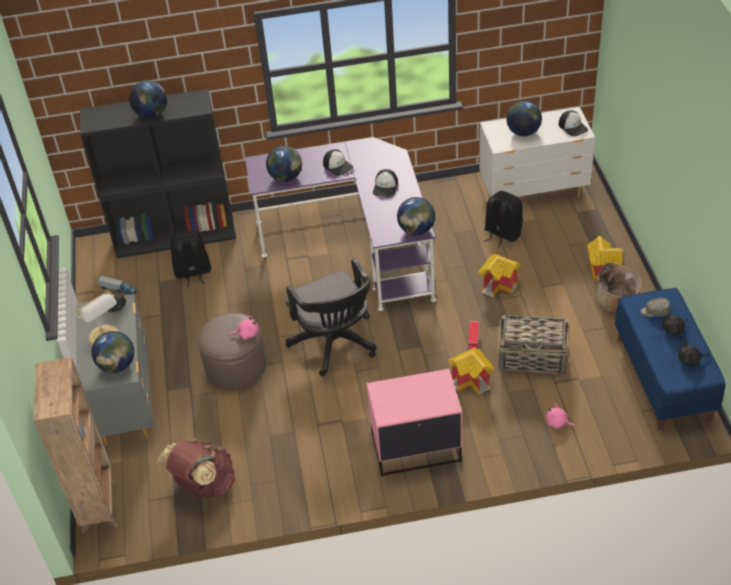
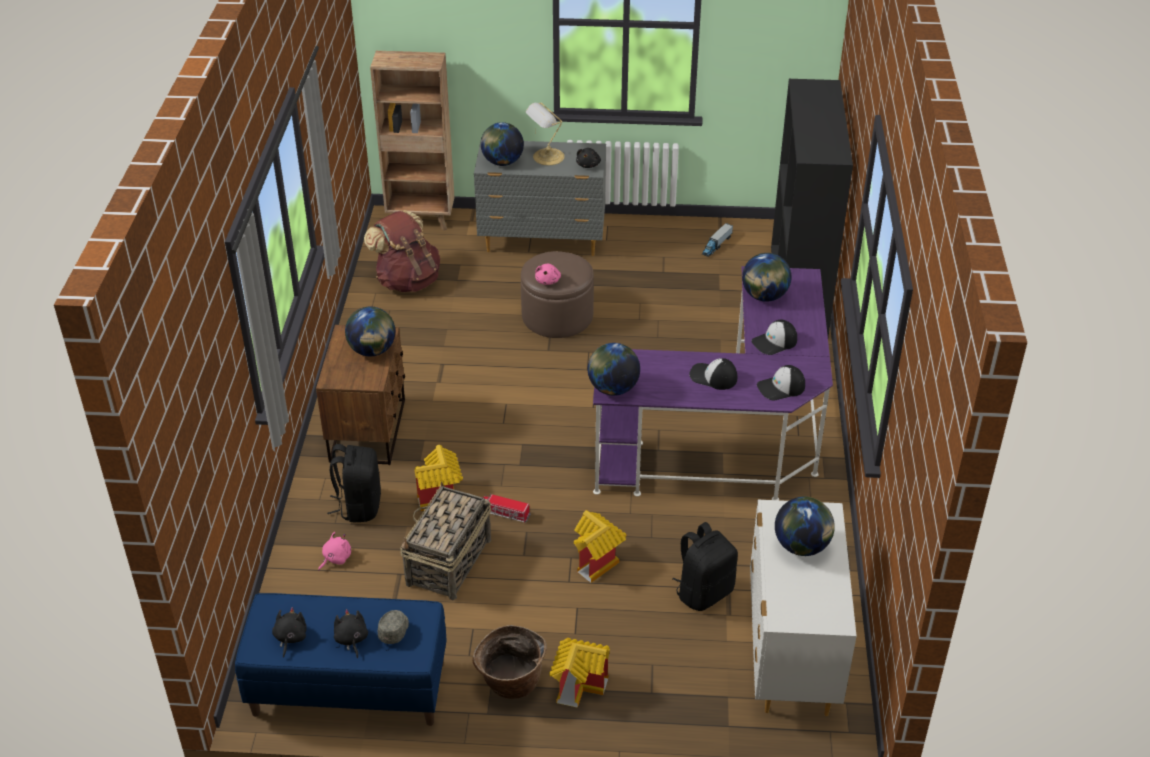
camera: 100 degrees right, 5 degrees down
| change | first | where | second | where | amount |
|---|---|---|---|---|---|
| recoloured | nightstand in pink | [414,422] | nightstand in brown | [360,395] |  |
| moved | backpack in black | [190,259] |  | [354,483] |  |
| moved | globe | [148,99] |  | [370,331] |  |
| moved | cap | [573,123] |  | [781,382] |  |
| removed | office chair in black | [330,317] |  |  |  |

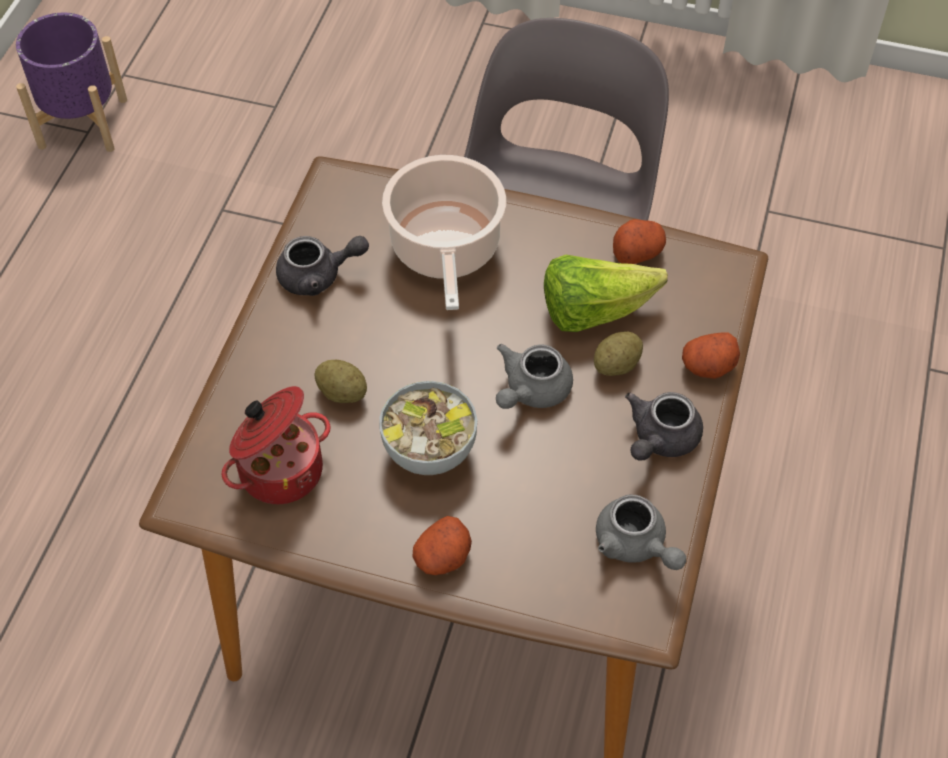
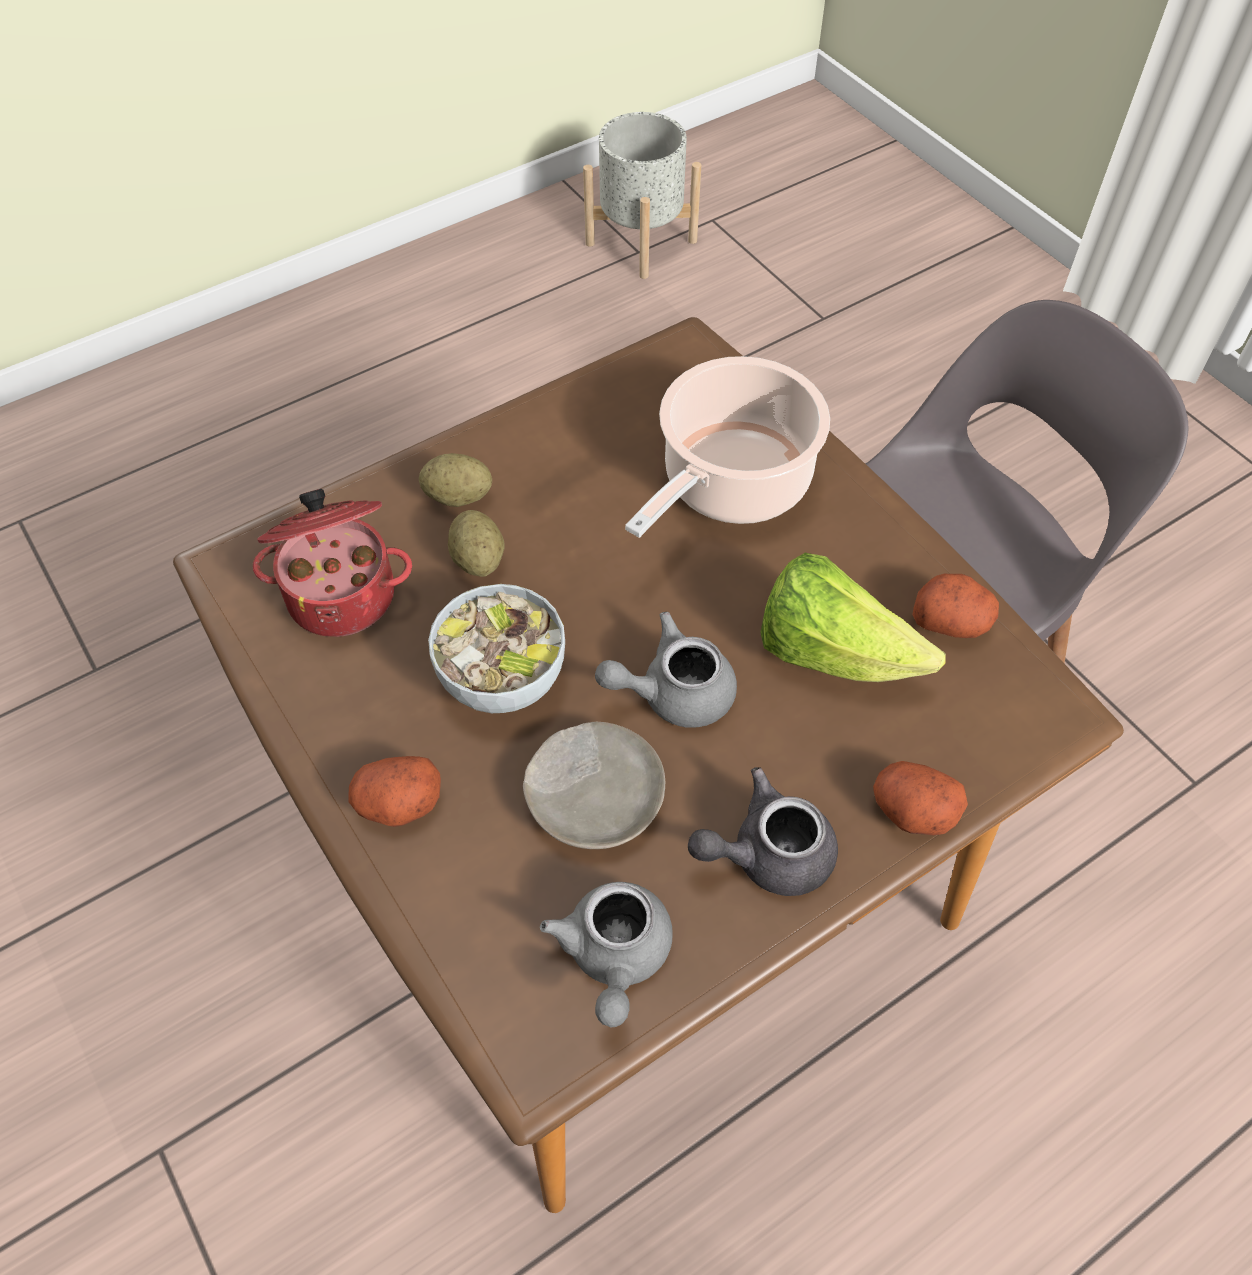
camera: 40 degrees right, 0 degrees up
| change | first | where | second | where | amount |
|---|---|---|---|---|---|
| moved | potato | [618,353] |  | [455,480] |  |
| added |  |  | plate in beige | [594,785] |  |
| recoloured | planter in purple | [71,82] | planter in grey | [642,195] |  |
| removed | teapot in grey | [322,266] |  |  |  |

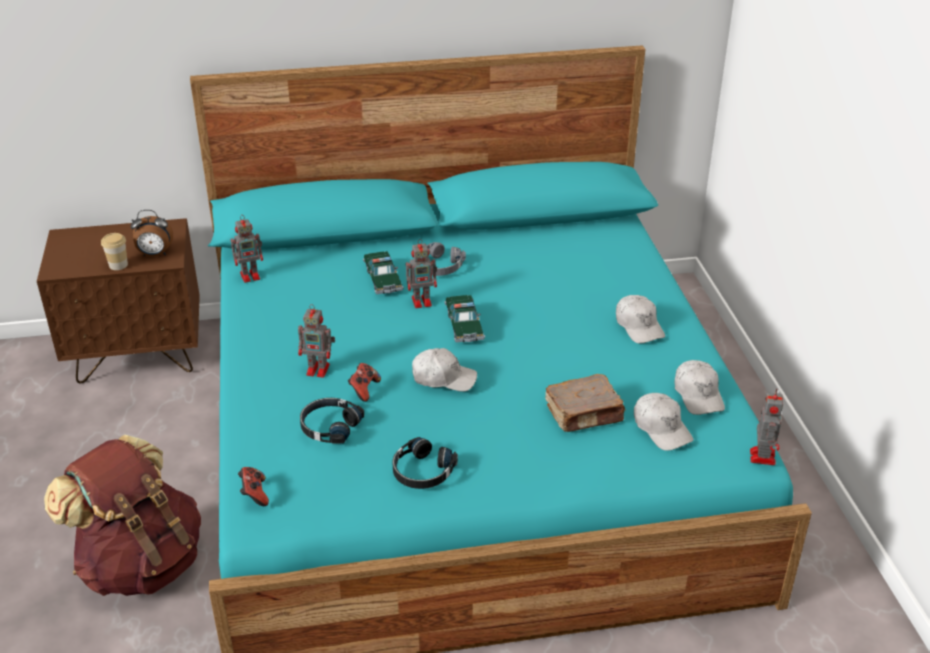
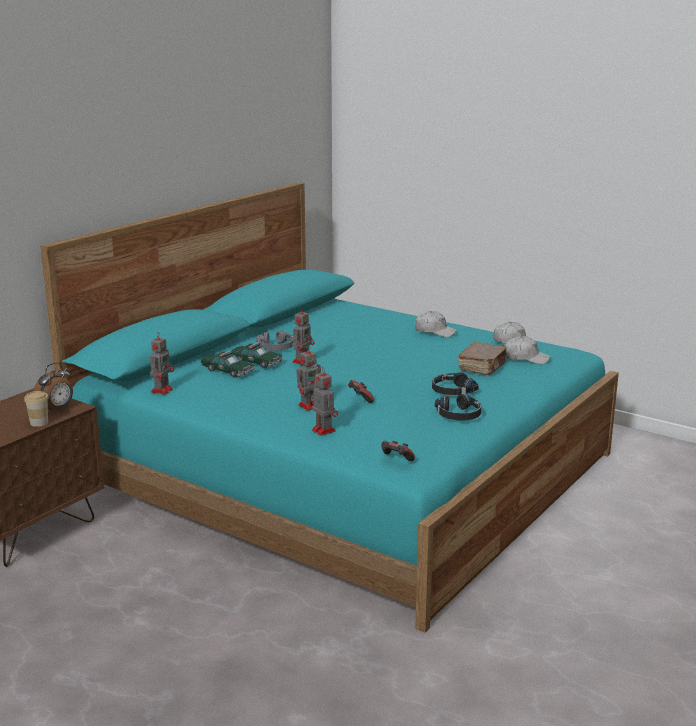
camera: 45 degrees left, 15 degrees down
| change | first | where | second | where | amount |
|---|---|---|---|---|---|
| moved | toy car | [464,318] |  | [227,364] |  |
| moved | toy robot | [766,427] |  | [324,401] |  |
| moved | headphones in black | [332,421] |  | [455,383] |  |
| removed | backpack in brown | [122,515] |  |  |  |
| removed | cap in white | [444,370] |  |  |  |

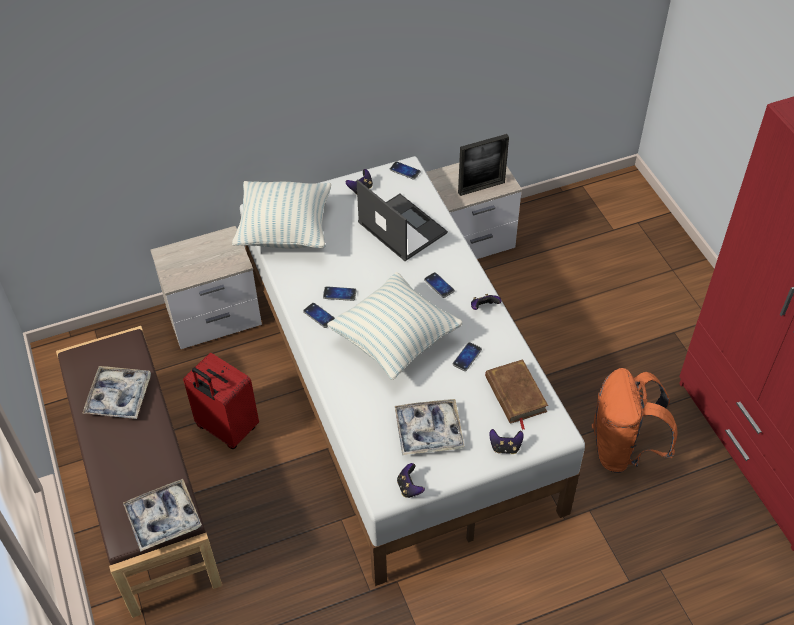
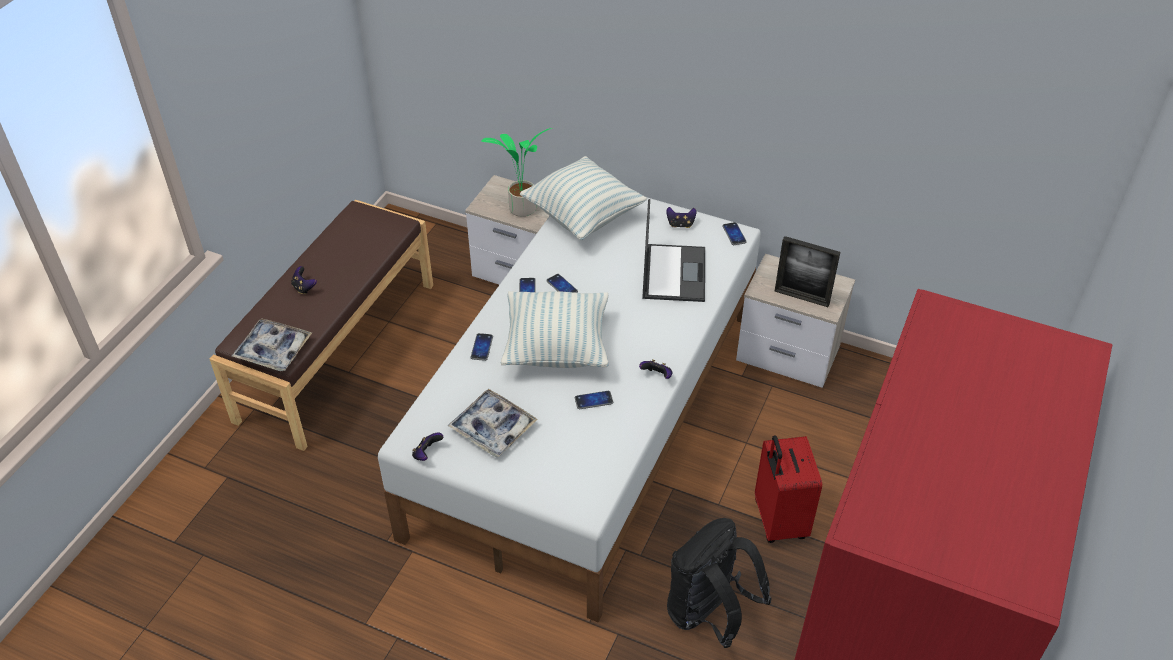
camera: 45 degrees right, 5 degrees down
| change | first | where | second | where | amount |
|---|---|---|---|---|---|
| moved | game controller | [506,441] |  | [304,280] |  |
| moved | phone | [439,285] |  | [482,347] |  |
| added |  |  | potted plant | [517,172] |  |
| recoloured | backpack in orange | [634,420] | backpack in black | [719,583] |  |
| moved | suitcase in red | [221,401] |  | [788,489] |  |
| removed | tray | [116,392] |  |  |  |
| removed | book in brown | [516,394] |  |  |  |

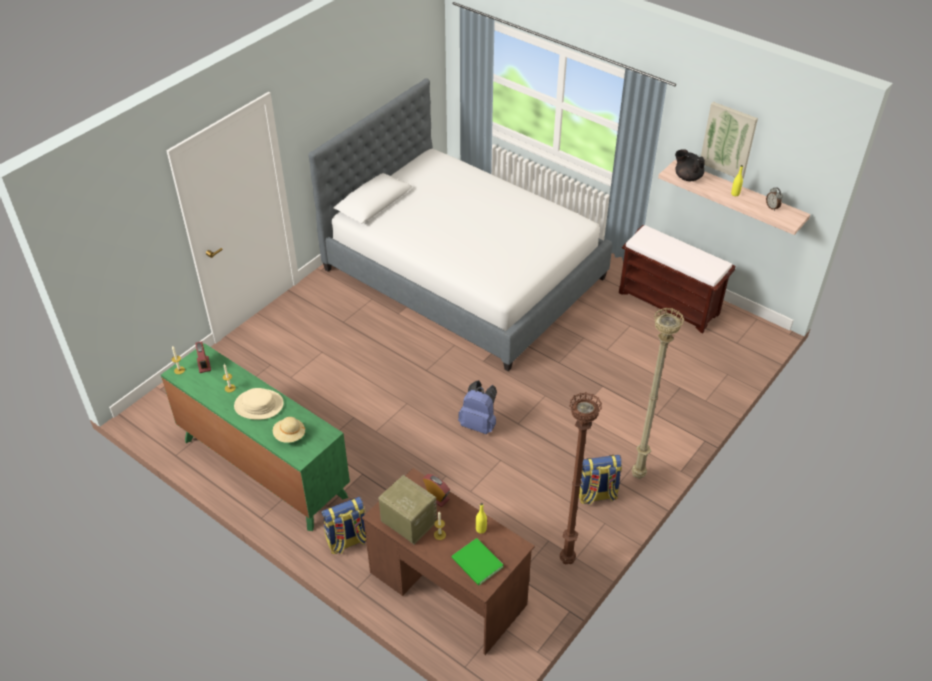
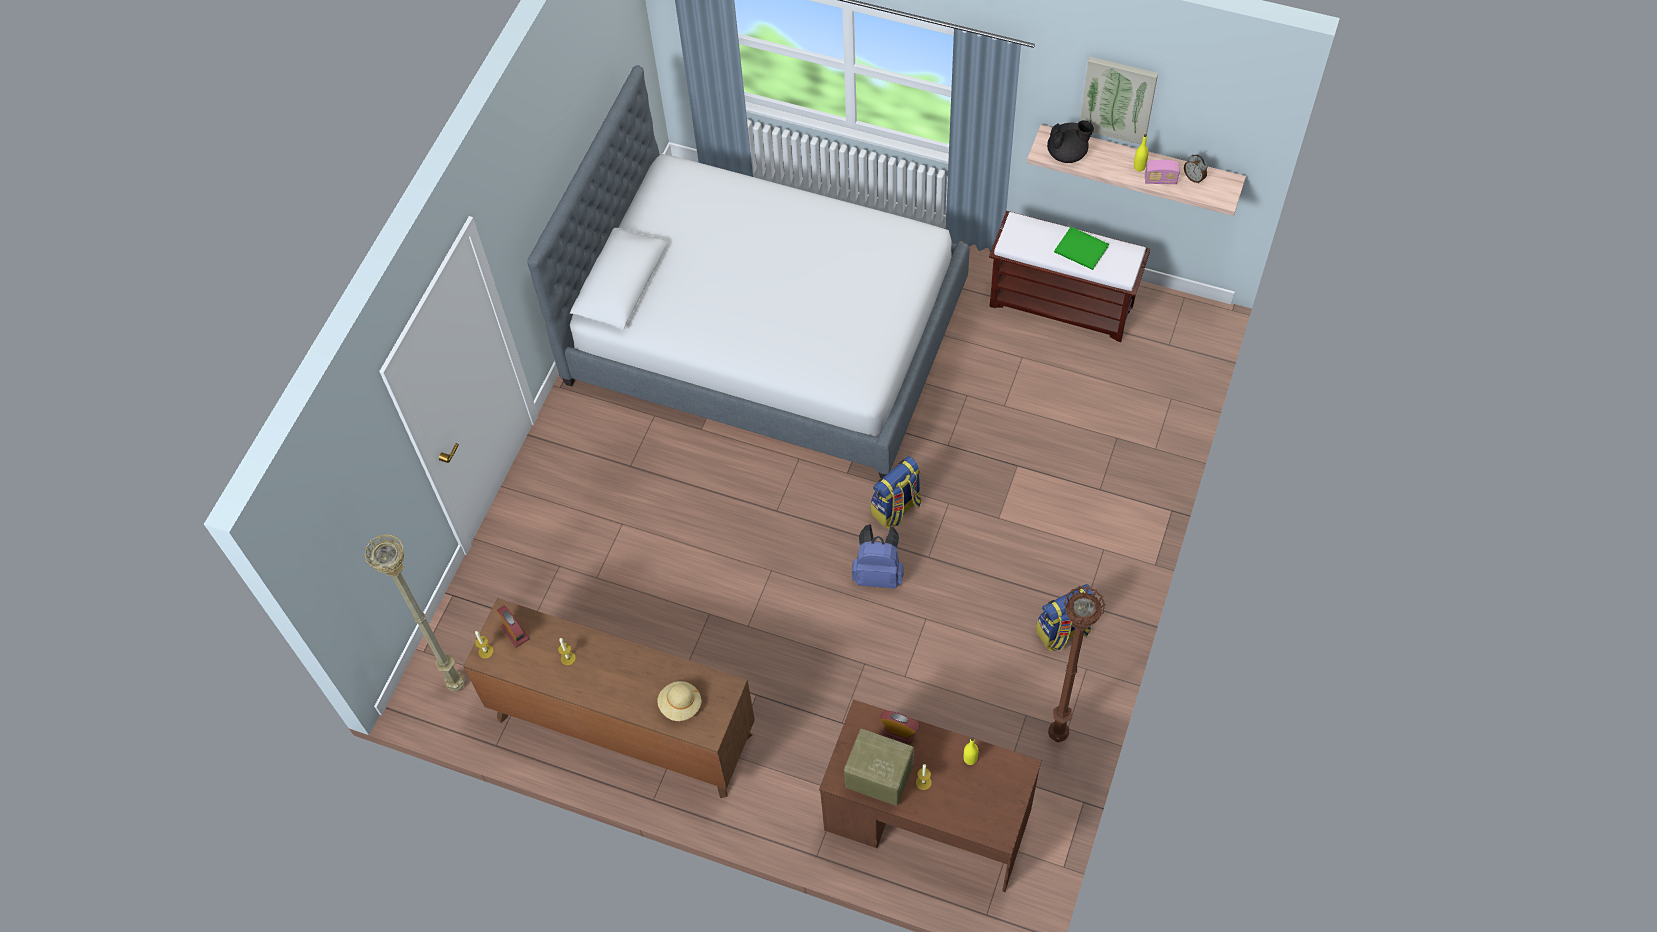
camera: 15 degrees left, 15 degrees up
| change | first | where | second | where | amount |
|---|---|---|---|---|---|
| moved | floor lamp in beige | [658,393] |  | [414,612] |  |
| recoloured | dresser in green | [255,437] | dresser in brown | [609,698] |  |
| moved | backpack | [343,525] |  | [896,492] |  |
| turned | teapot in black | [690,165] |  | [1070,141] | 150 degrees clockwise |
| moved | book in green | [477,561] |  | [1081,248] |  |
| added |  |  | radio | [1162,172] |  |
| removed | hat in beige | [259,404] |  |  |  |

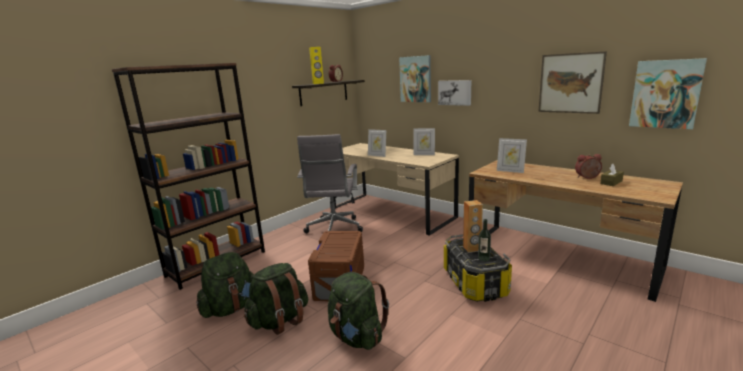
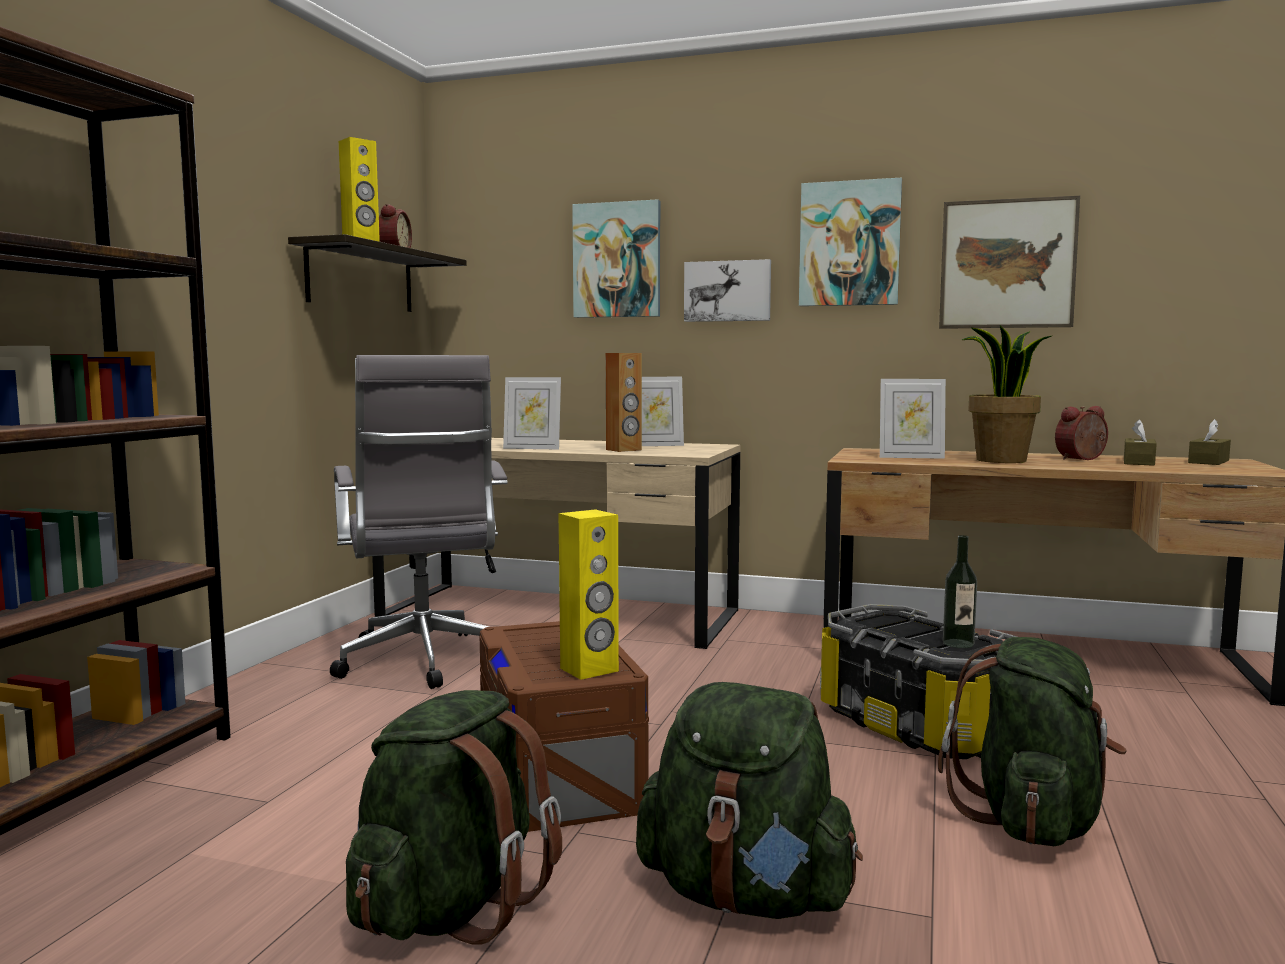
camera: 25 degrees left, 10 degrees down
| change | first | where | second | where | amount |
|---|---|---|---|---|---|
| added |  |  | speaker in yellow | [589,594] |  |
| moved | speaker in brown | [473,226] |  | [624,402] |  |
| moved | picture | [668,93] |  | [850,241] |  |
| moved | backpack in green | [225,285] |  | [1032,741] |  |
| added |  |  | potted plant | [1007,394] |  |
| added |  |  | tissue box in brown | [1209,442] |  |

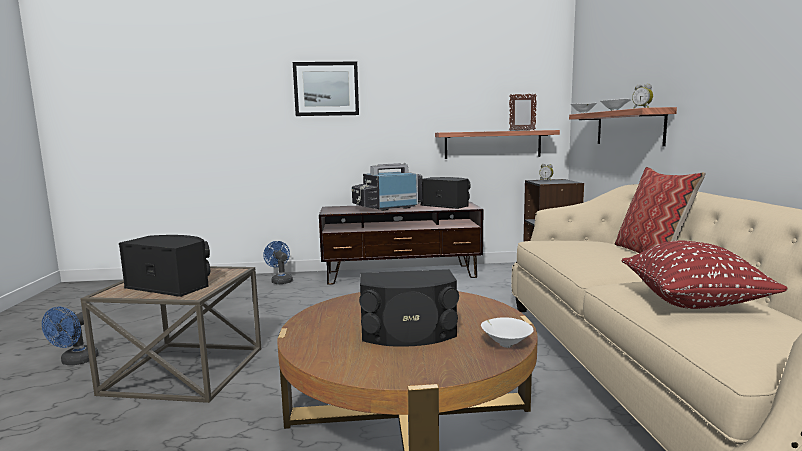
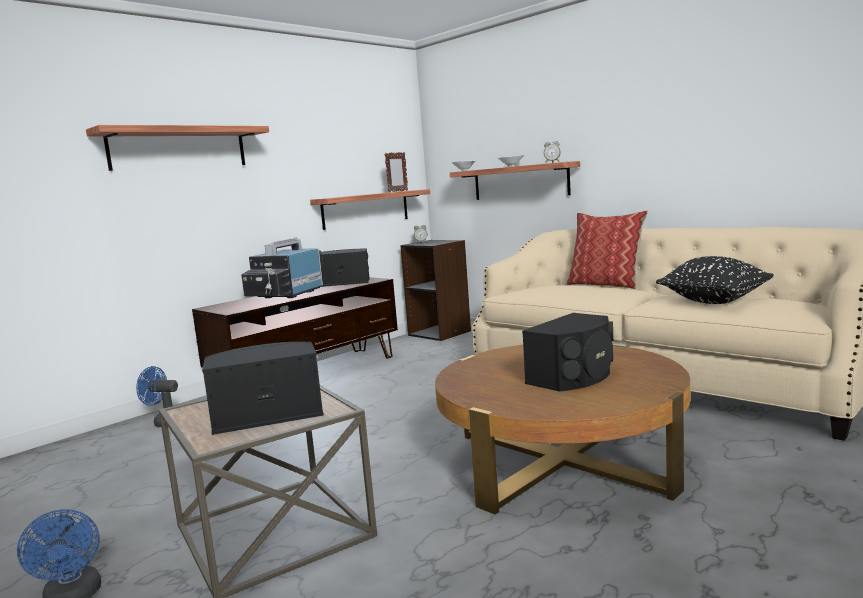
camera: 40 degrees left, 0 degrees up
| change | first | where | second | where | amount |
|---|---|---|---|---|---|
| replaced | picture | [326,88] | shelf | [177,148] |  |
| recoloured | pillow in red | [705,274] | pillow in black | [715,280] |  |
| removed | bowl in white | [507,332] |  |  |  |

